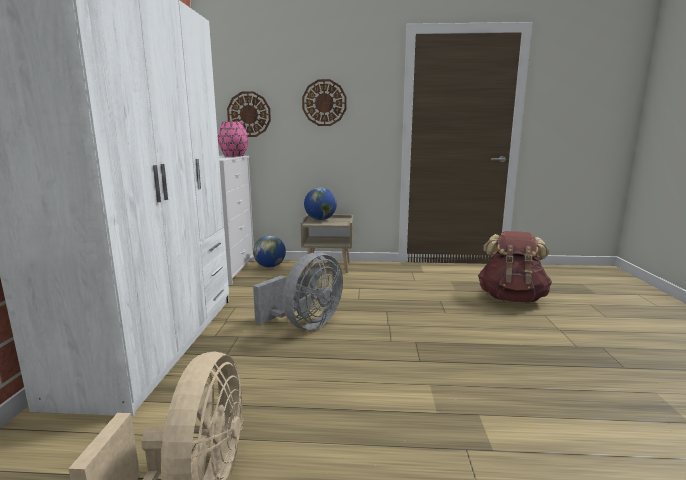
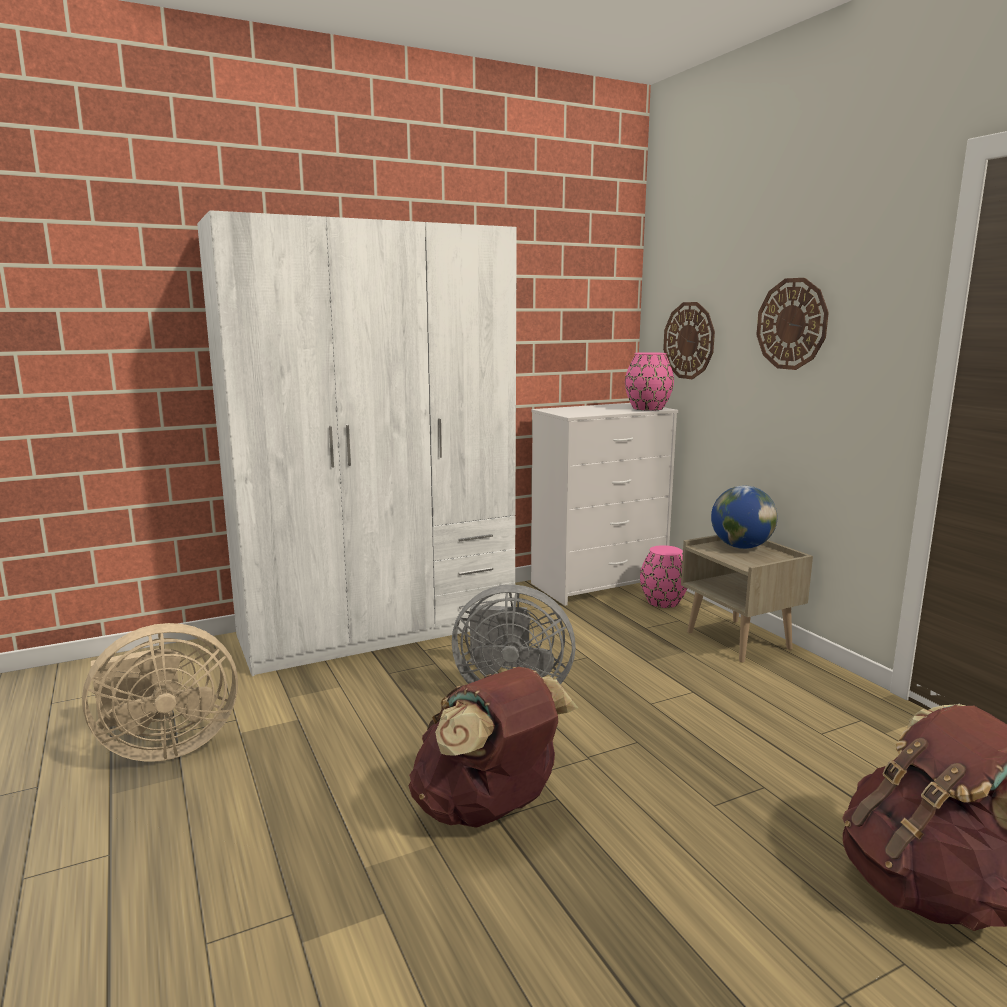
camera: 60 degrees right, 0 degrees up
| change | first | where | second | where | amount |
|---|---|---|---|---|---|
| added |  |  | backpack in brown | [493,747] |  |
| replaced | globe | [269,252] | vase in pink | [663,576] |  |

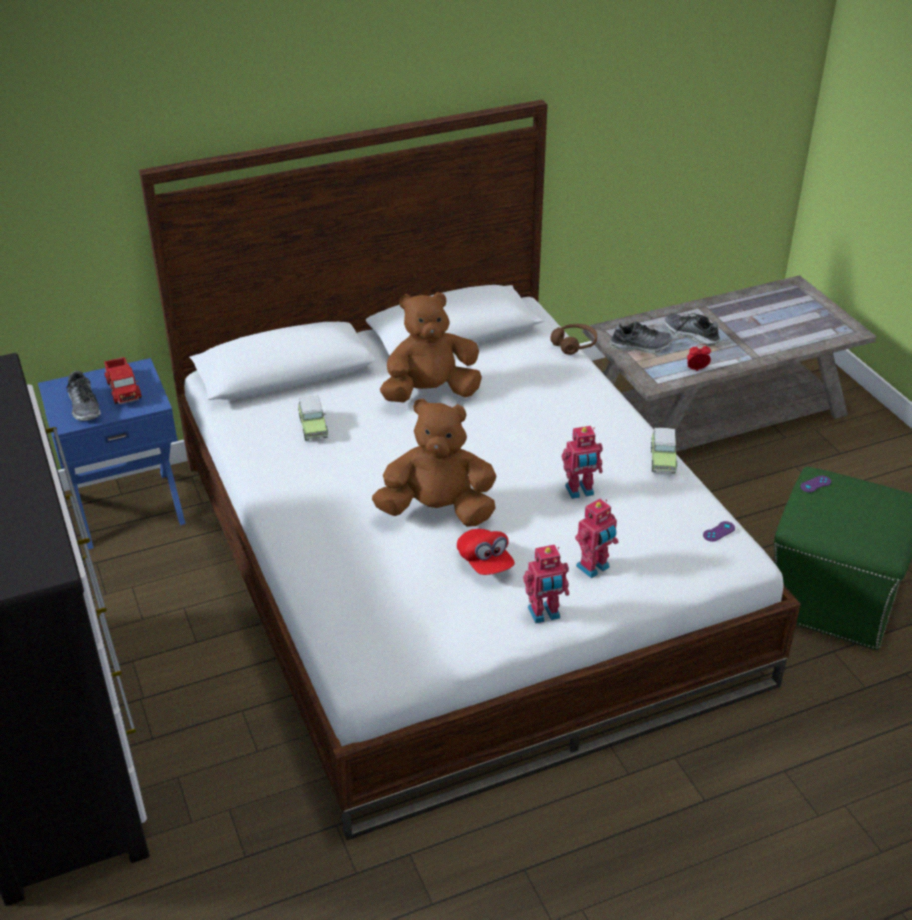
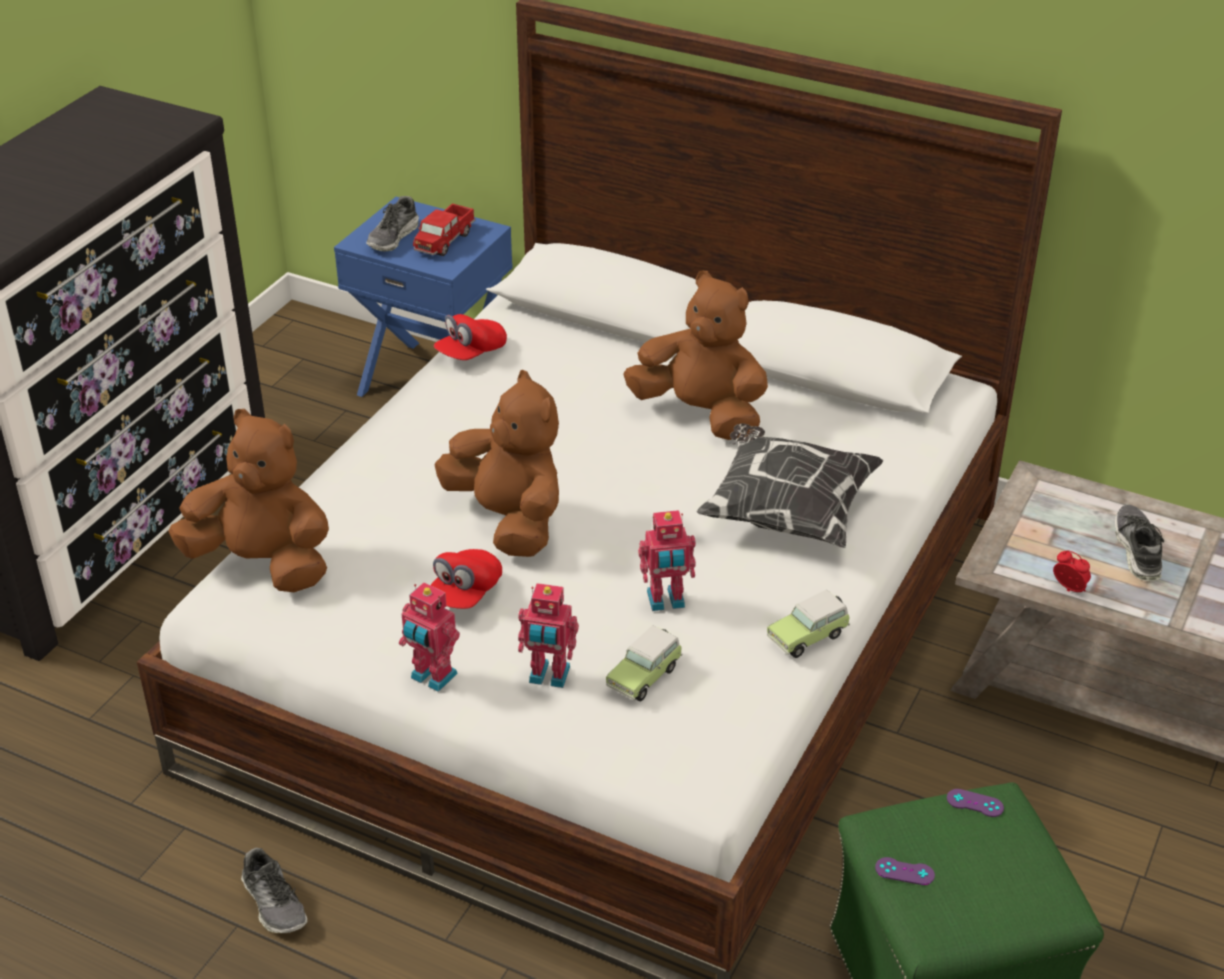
camera: 50 degrees right, 0 degrees up
| change | first | where | second | where | amount |
|---|---|---|---|---|---|
| added |  |  | plush toy in brown | [248,500] |  |
| moved | shoe | [641,337] |  | [274,890] |  |
| added |  |  | cap in red | [470,337] |  |
| moved | toy car | [313,418] |  | [644,663] |  |
| turned | toy robot | [582,462] |  | [667,560] | 45 degrees counterclockwise |
| added |  |  | pillow | [790,485] |  |
| moved | game controller in purple | [719,531] |  | [905,871] |  |
| removed | headphones in brown | [573,339] |  |  |  |

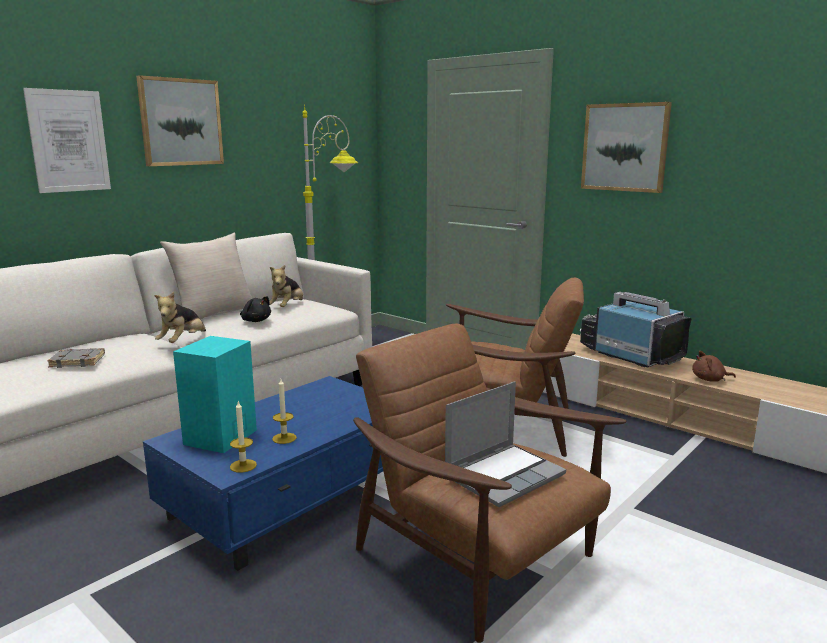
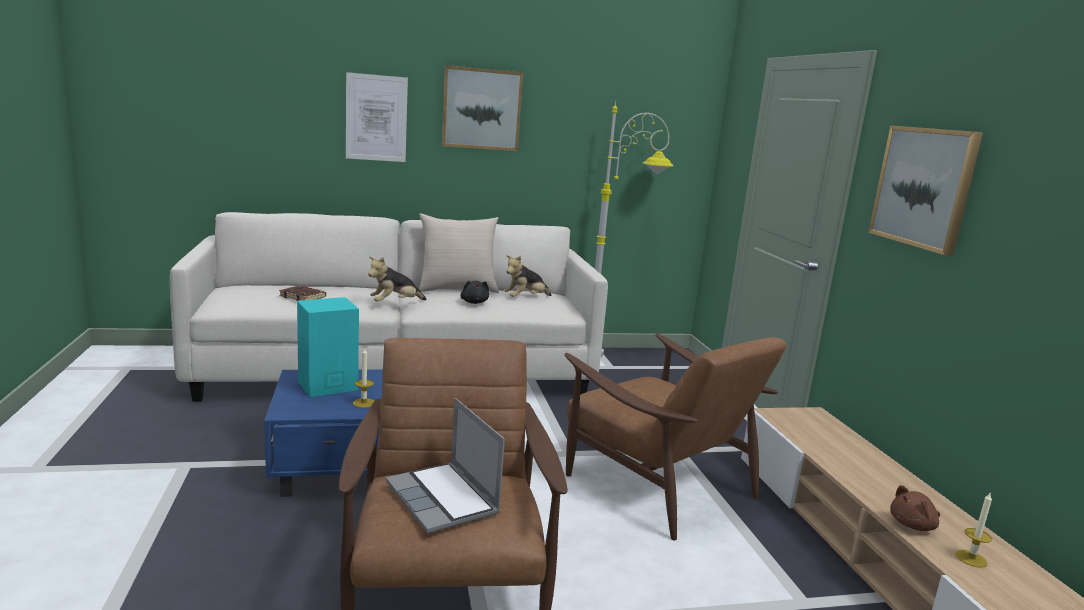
camera: 35 degrees right, 0 degrees up
| change | first | where | second | where | amount |
|---|---|---|---|---|---|
| recoloured | book in grey | [76,358] | book in brown | [302,293] |  |
| turned | laptop | [505,444] |  | [445,465] | 60 degrees clockwise |
| turned | plush toy in brown | [714,366] |  | [915,508] | 60 degrees counterclockwise |
| moved | candle | [243,437] |  | [974,530] |  |
| removed | television | [636,330] |  |  |  |

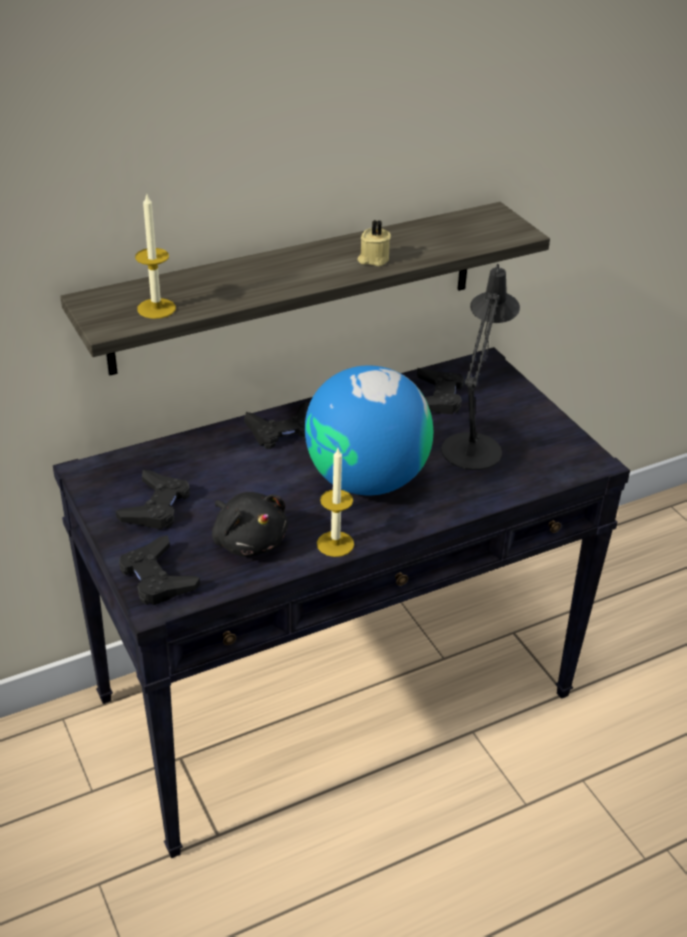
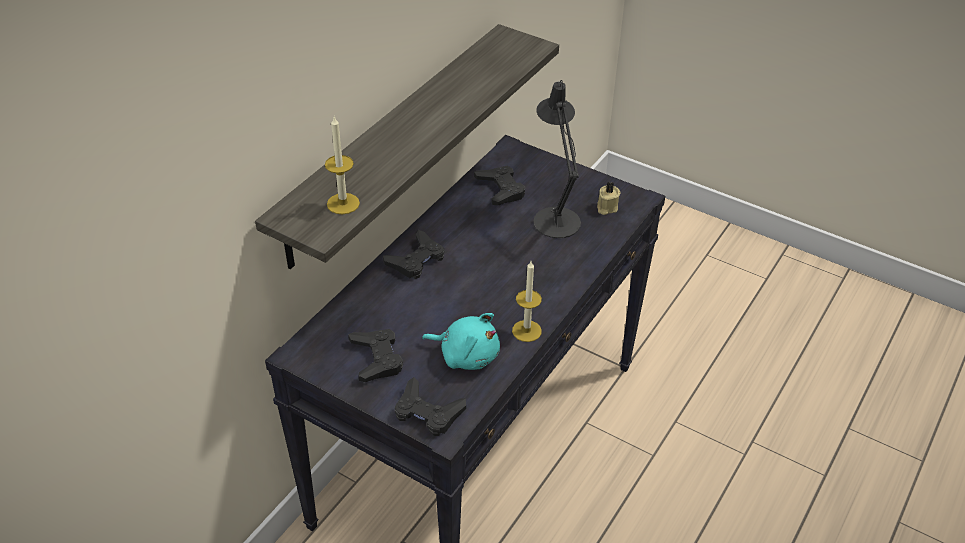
camera: 30 degrees left, 5 degrees up
| change | first | where | second | where | amount |
|---|---|---|---|---|---|
| recoloured | plush toy in black | [250,524] | plush toy in turquoise | [461,341] |  |
| moved | candle in beige | [374,243] |  | [608,198] |  |
| removed | globe | [369,430] |  |  |  |

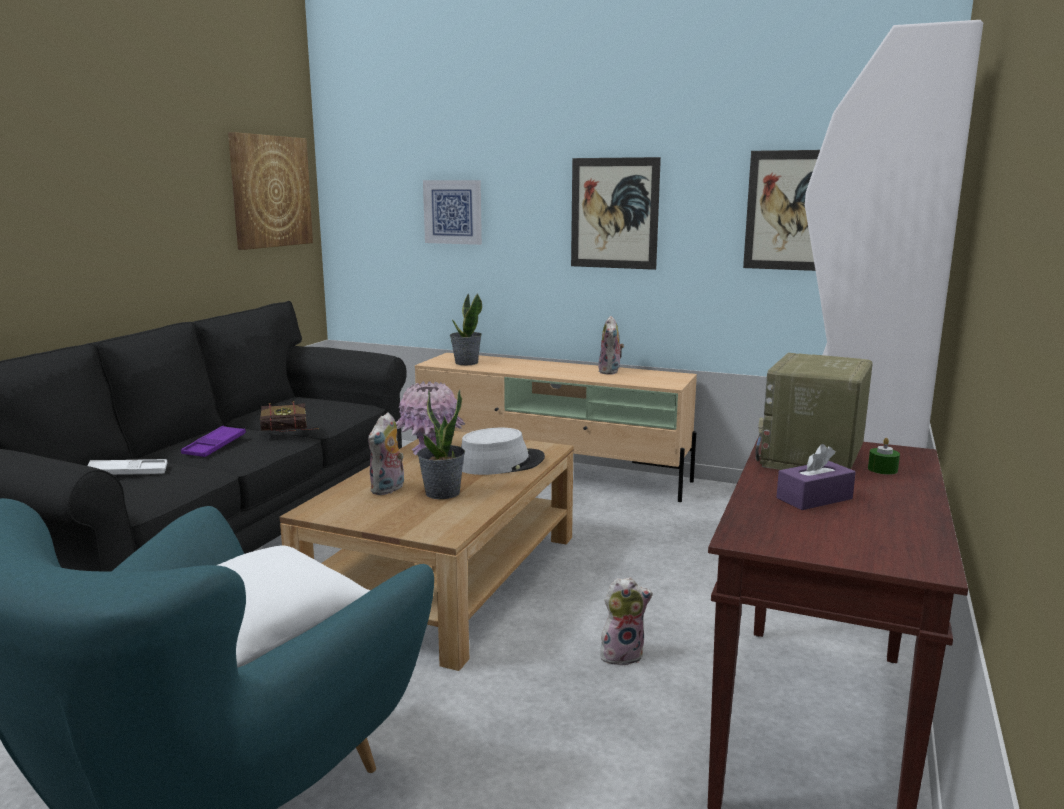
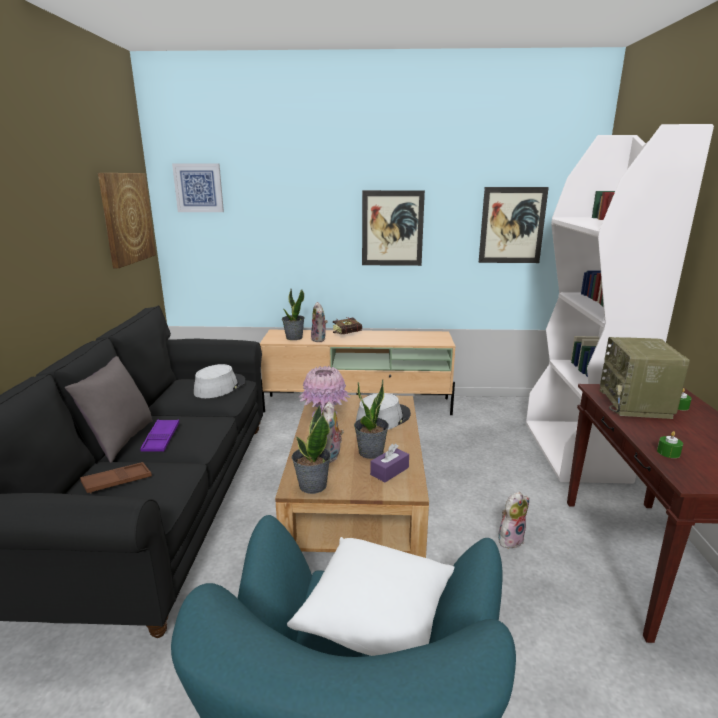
camera: 20 degrees left, 5 degrees up
| change | first | where | second | where | amount |
|---|---|---|---|---|---|
| added |  |  | pillow in grey | [109,409] |  |
| recoloured | tray in white | [127,467] | tray in brown | [116,477] |  |
| moved | picture | [452,212] |  | [198,187] |  |
| added |  |  | hat in grey | [219,381] |  |
| added |  |  | potted plant | [311,449] |  |
| moved | plush toy | [611,345] |  | [319,322] |  |
| moved | book | [289,416] |  | [347,325] |  |
| moved | tissue box in purple | [816,477] |  | [389,463] |  |
| added |  |  | candle in green | [670,444] |  |

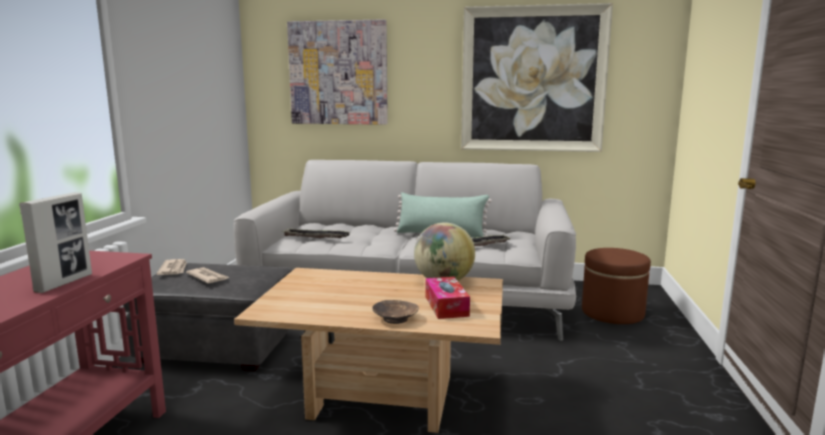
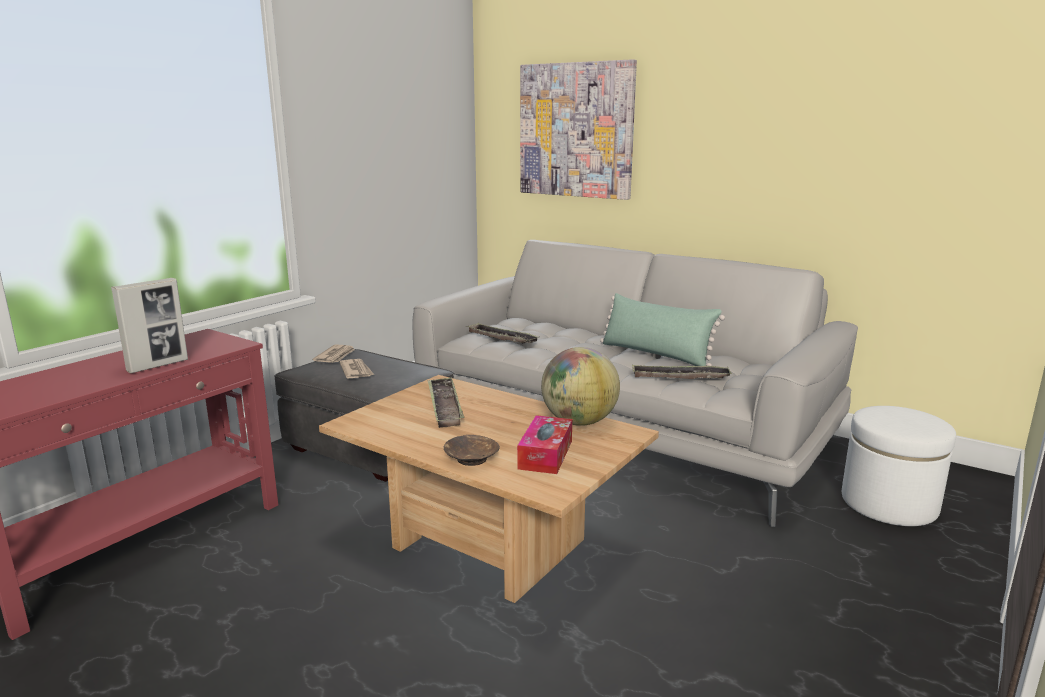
camera: 25 degrees right, 5 degrees up
| change | first | where | second | where | amount |
|---|---|---|---|---|---|
| added |  |  | tray | [446,402] |  |
| recoloured | ottoman in brown | [616,286] | ottoman in white | [899,466] |  |
| removed | picture | [537,77] |  |  |  |

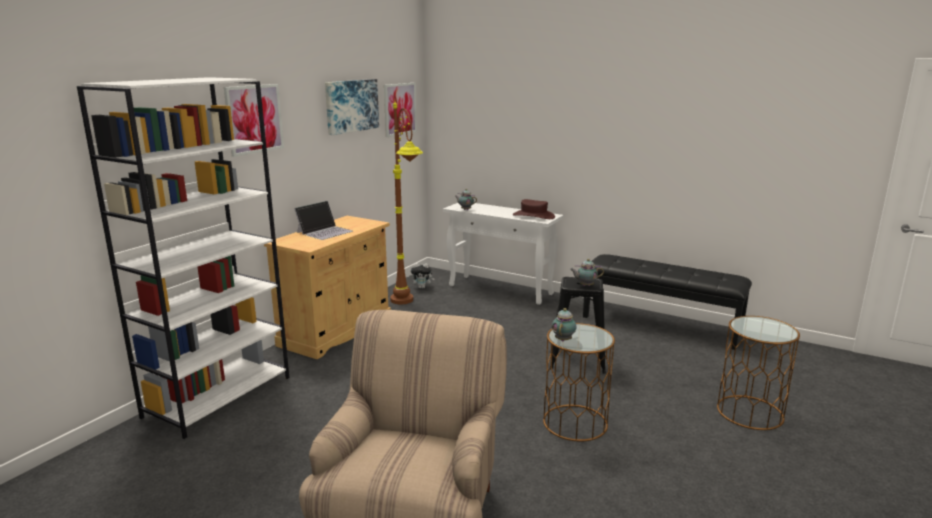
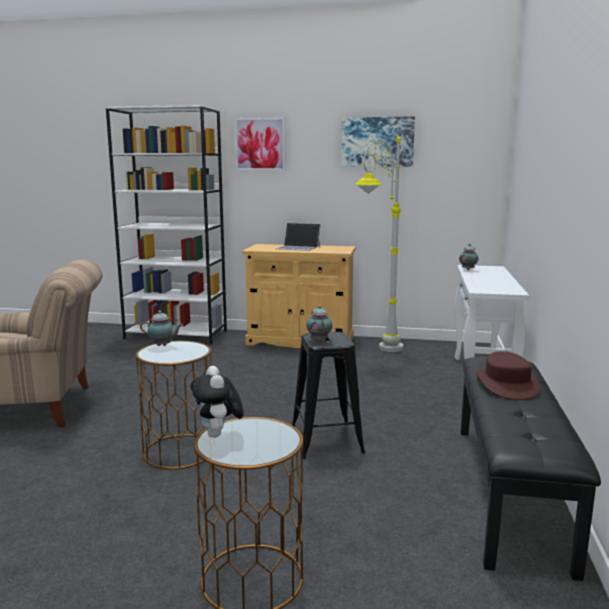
camera: 70 degrees right, 5 degrees down
| change | first | where | second | where | amount |
|---|---|---|---|---|---|
| moved | plush toy | [423,275] |  | [217,402] |  |
| recoloured | floor lamp in brown | [406,203] | floor lamp in grey | [379,242] |  |
| moved | hat in brown | [534,209] |  | [508,375] |  |
| removed | picture | [400,110] |  |  |  |

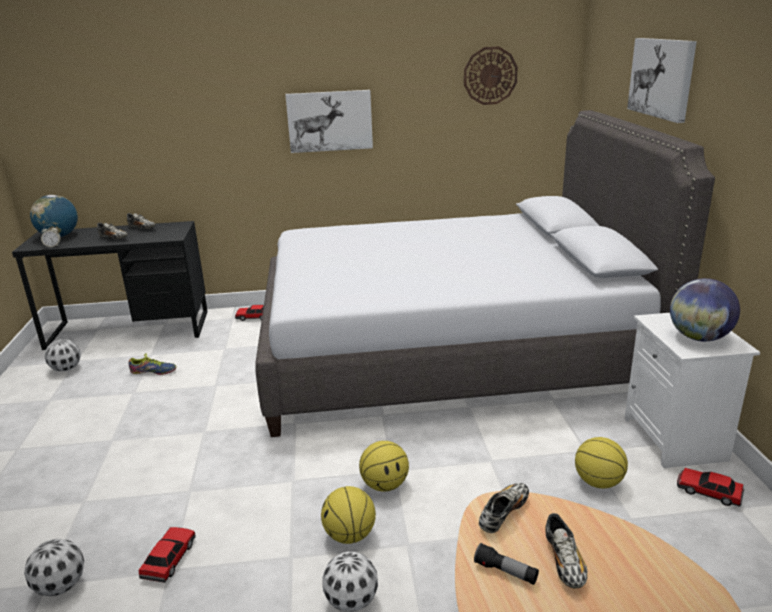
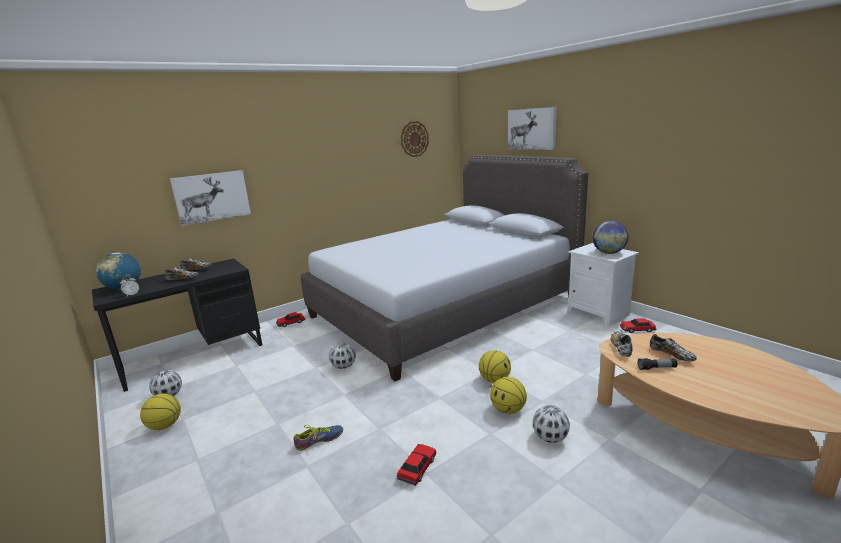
camera: 30 degrees left, 5 degrees down
| change | first | where | second | where | amount |
|---|---|---|---|---|---|
| moved | basketball | [601,462] |  | [160,412] |  |
| moved | picture | [329,121] |  | [210,198] |  |
| moved | shoe | [152,364] |  | [318,438] |  |
| moved | football | [54,567] |  | [342,355] |  |
| turned | toy car | [167,555] |  | [416,465] | 45 degrees clockwise |

